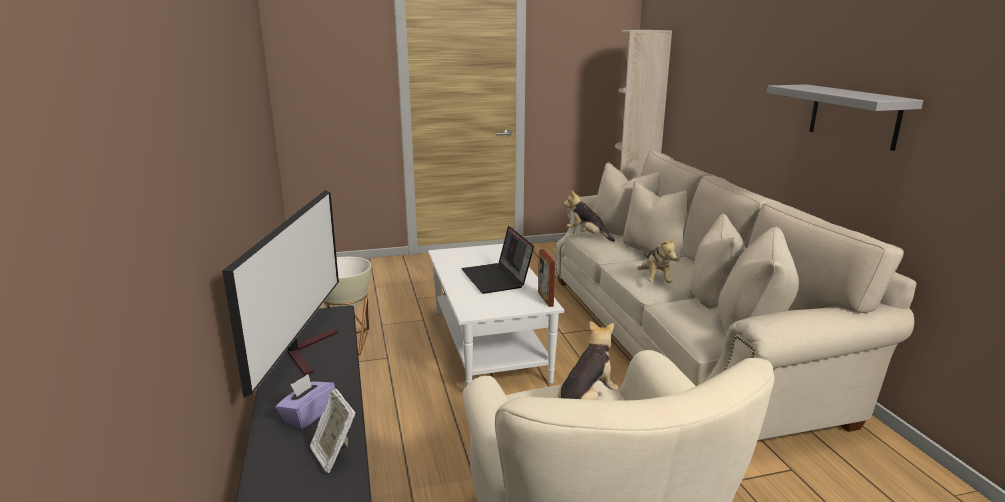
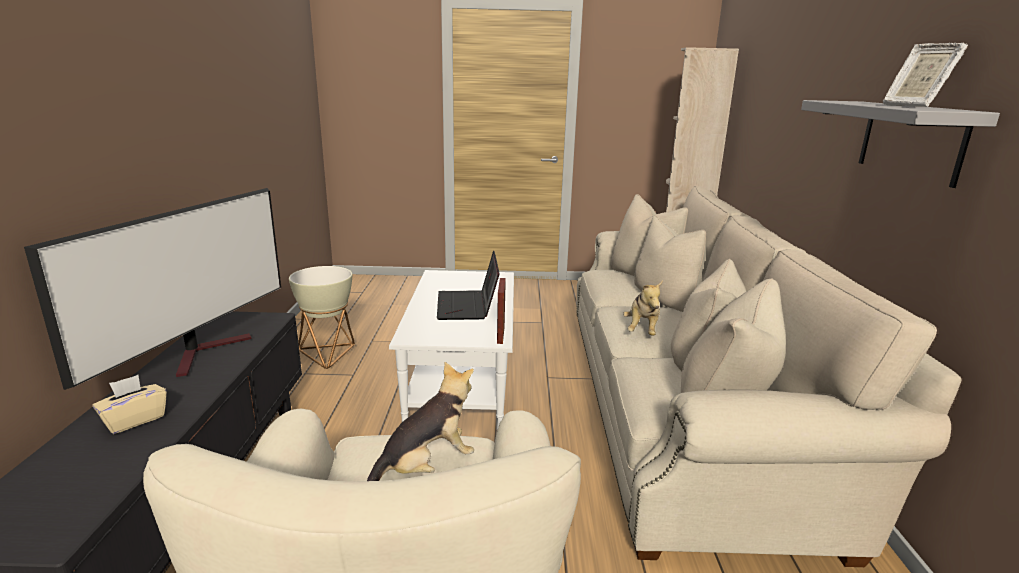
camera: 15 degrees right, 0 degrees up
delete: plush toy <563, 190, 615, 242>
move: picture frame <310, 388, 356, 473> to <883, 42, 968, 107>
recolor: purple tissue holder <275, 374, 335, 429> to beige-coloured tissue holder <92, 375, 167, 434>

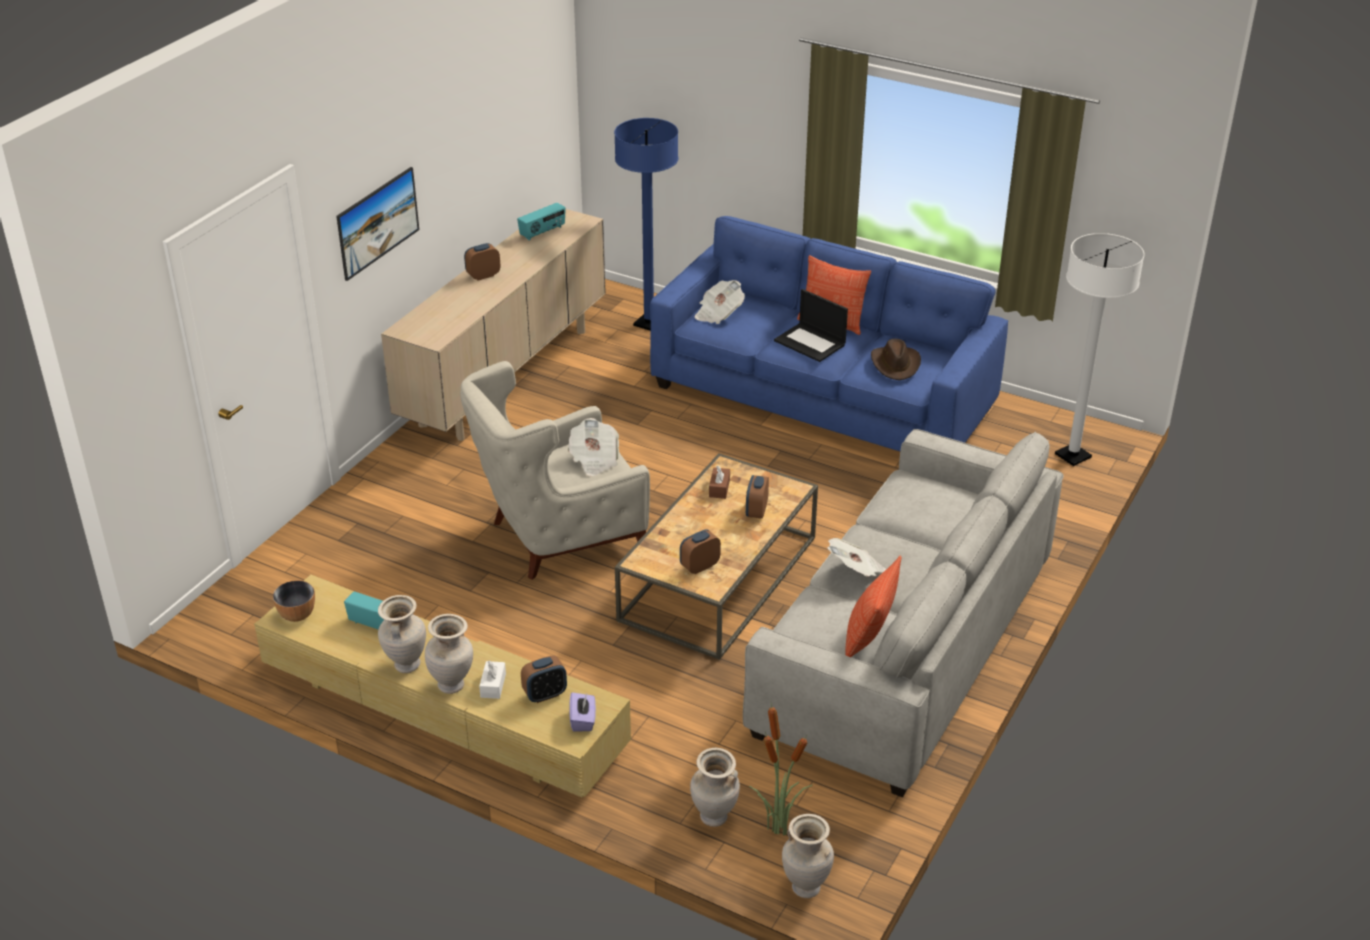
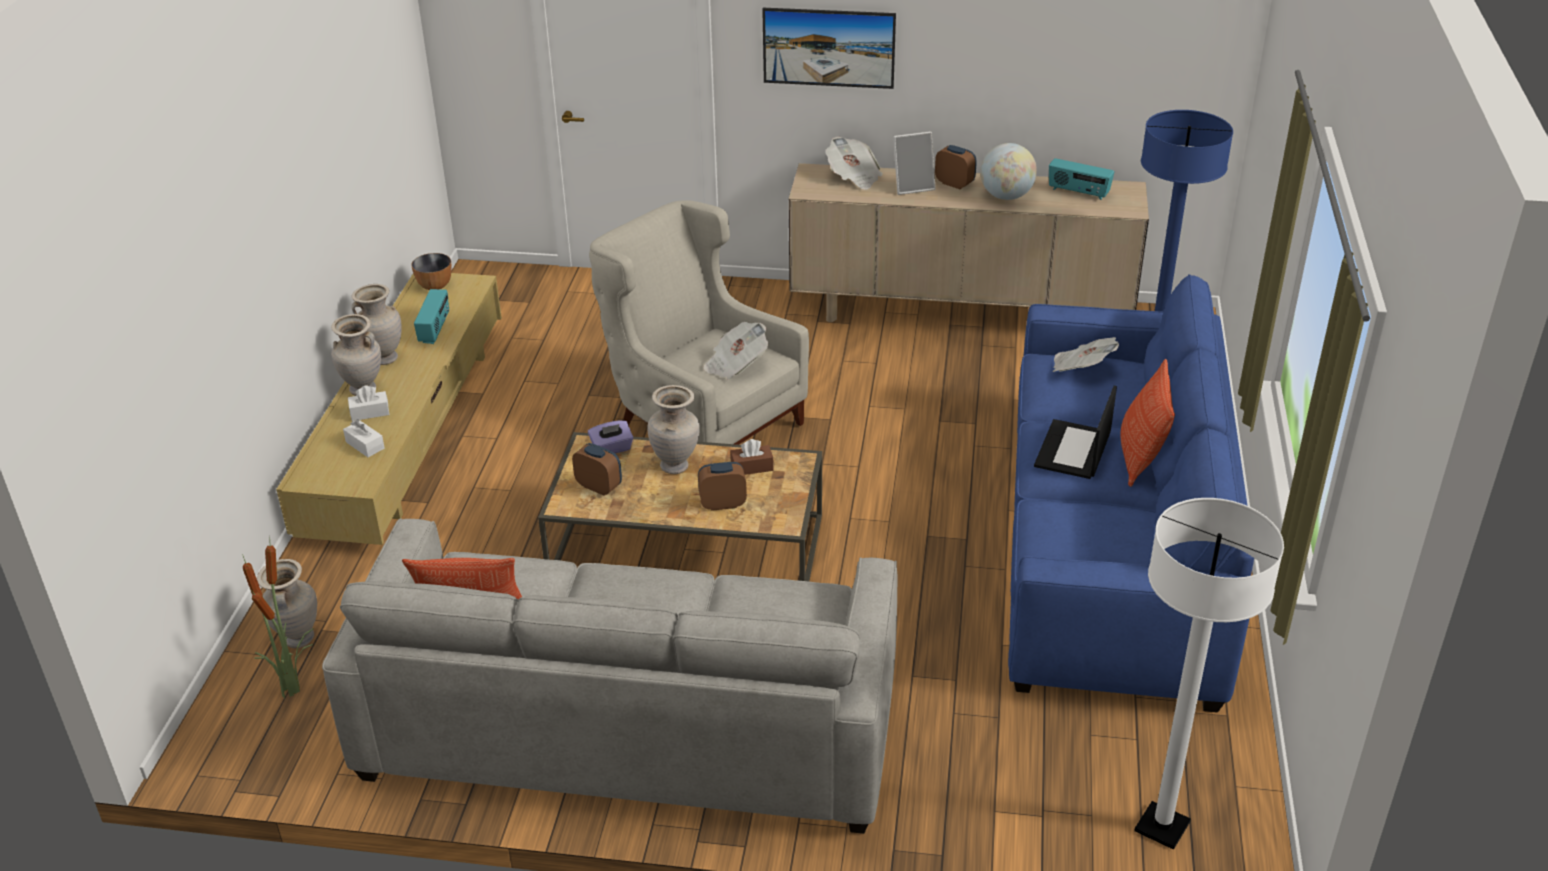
camera: 70 degrees right, 0 degrees up
delete: brownish clothing hat <871, 339, 921, 380>
insert: picture frame <893, 131, 936, 195>; world globe <980, 143, 1037, 200>
move: purple tissue holder <569, 692, 596, 732> to <588, 420, 634, 453>; beige-coloured vase <782, 814, 834, 898> to <647, 385, 700, 474>; newspaper <827, 538, 886, 576> to <825, 137, 883, 190>
replace: table clock <521, 655, 567, 703> to white tissue holder <343, 419, 385, 457>

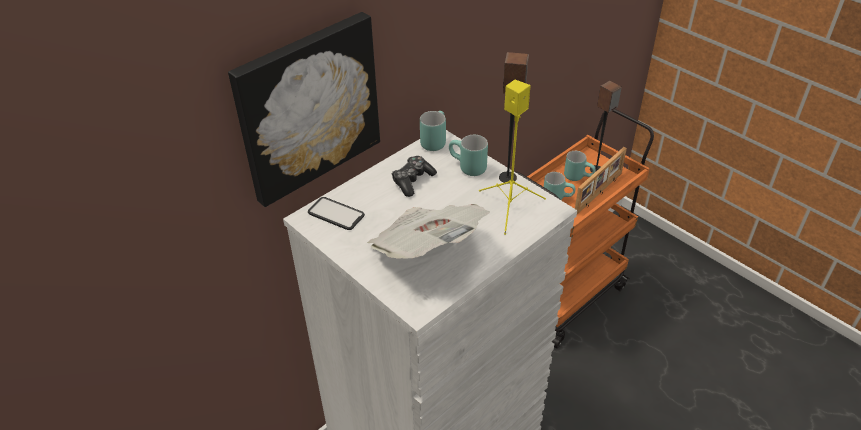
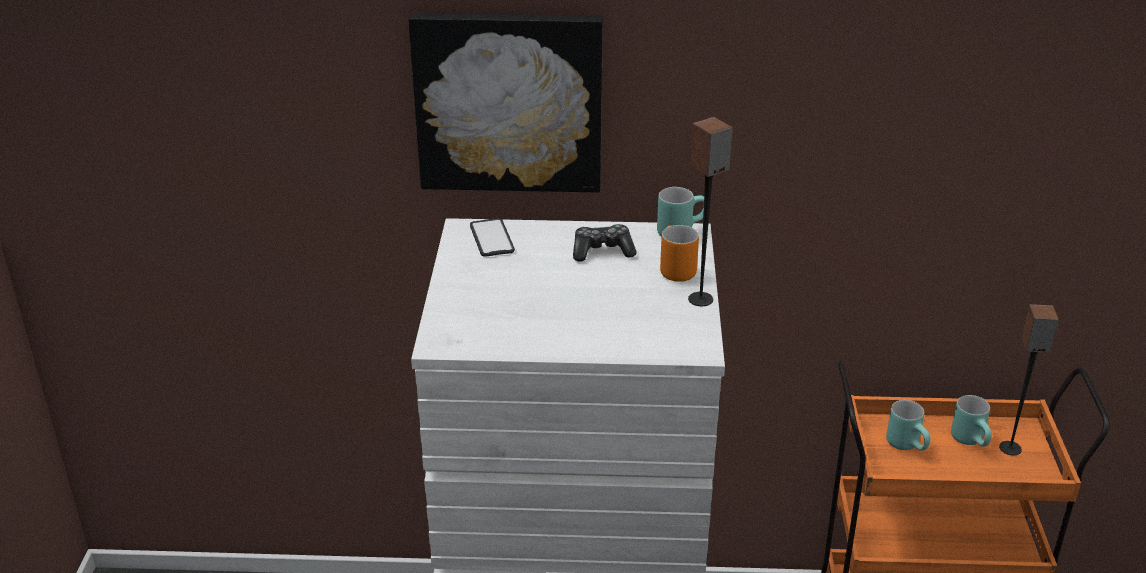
camera: 45 degrees right, 10 degrees down
delete: newspaper <367, 204, 490, 259>; yellow-coloured speaker <479, 80, 546, 235>; picture frame <575, 147, 627, 214>
recolor: blue-green tea mug <449, 135, 488, 176> to orange tea mug <660, 225, 699, 282>

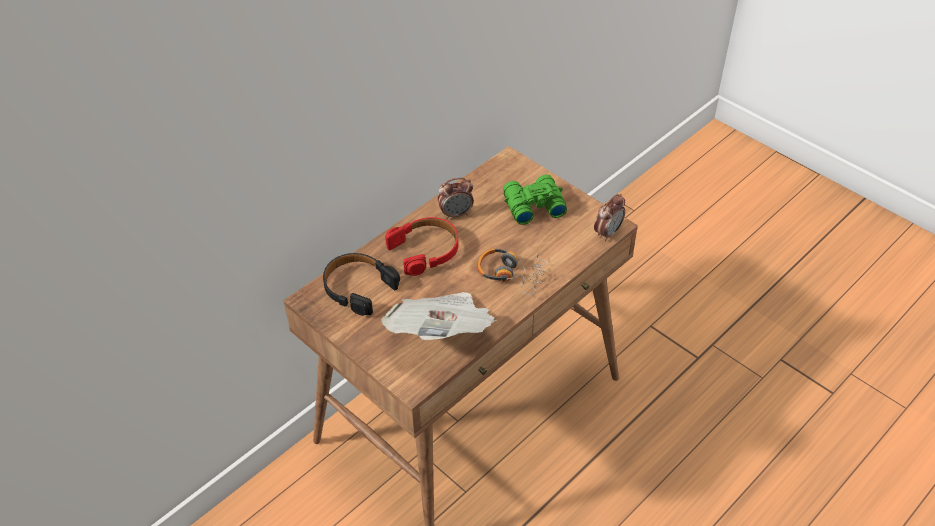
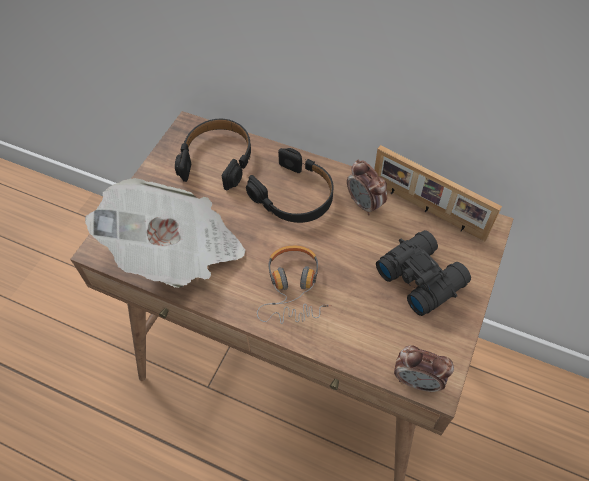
camera: 70 degrees right, 10 degrees up
insert: picture frame <374, 145, 502, 241>
recolor: reddish headphones <385, 217, 458, 276> to black-coloured headphones <246, 148, 333, 223>; greenish pair of binoculars <503, 174, 567, 225> to black-coloured pair of binoculars <376, 230, 471, 316>

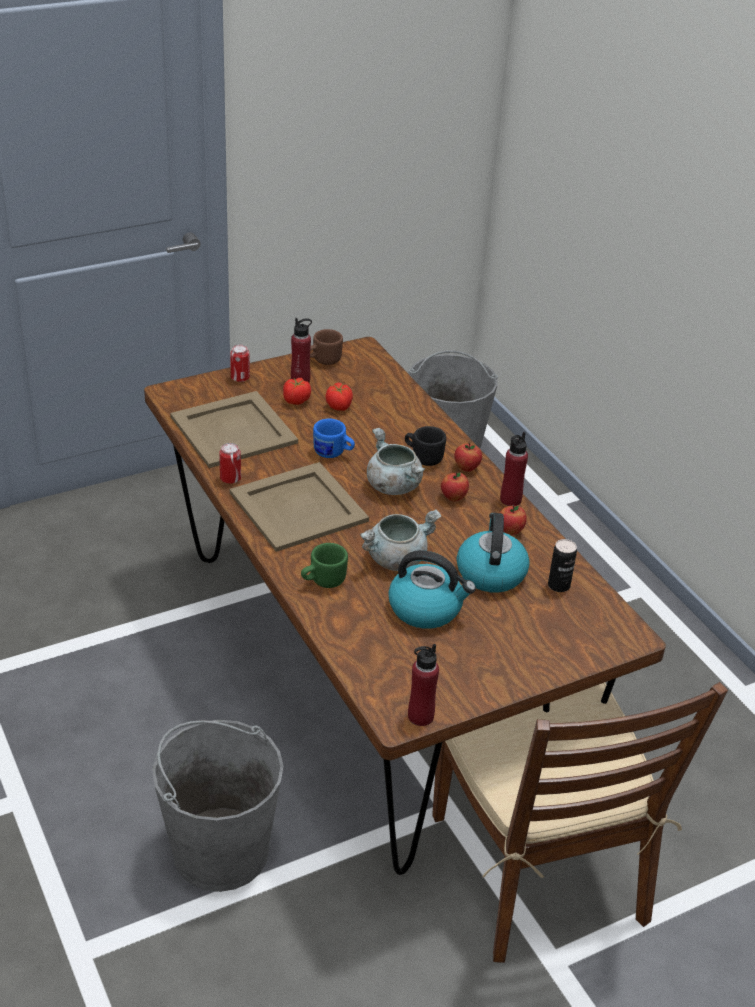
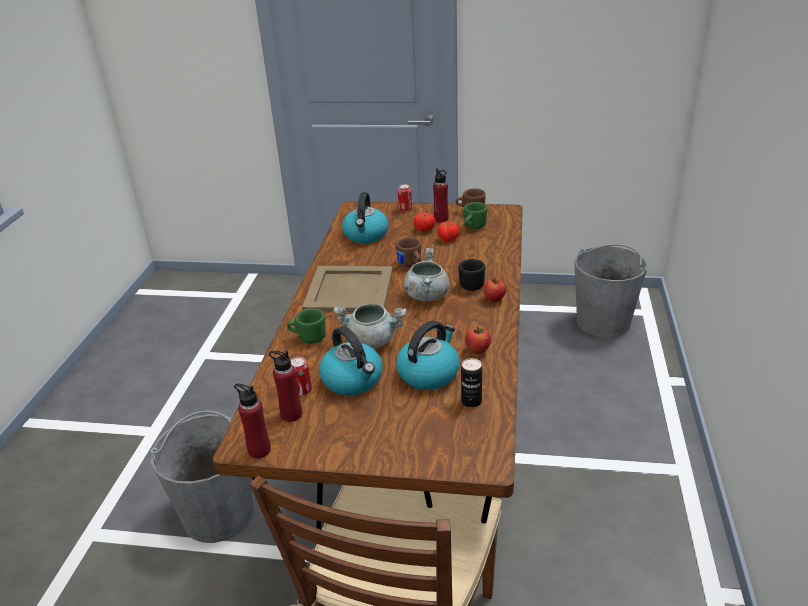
camera: 40 degrees right, 5 degrees down
delete: whole apple <441, 472, 469, 501>
insert: greenish tea mug <464, 202, 487, 229>
move: reddish beverage bottle <500, 432, 528, 506> to <269, 350, 302, 422>; metal can <220, 443, 241, 484> to <290, 357, 312, 395>
replace: beige-coloured serving tray <170, 391, 298, 468> to water kettle <342, 192, 389, 243>
recolor: bluish tea mug <313, 419, 355, 458> to brownish tea mug <396, 237, 421, 267>

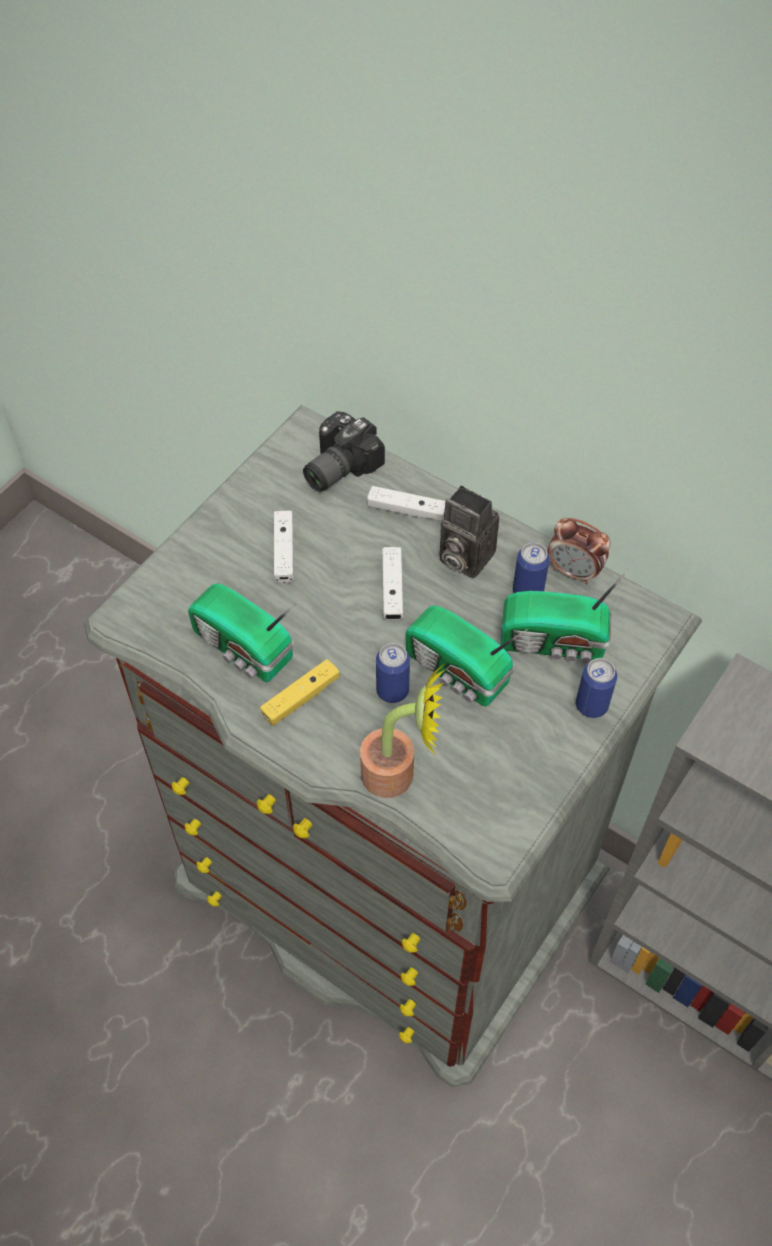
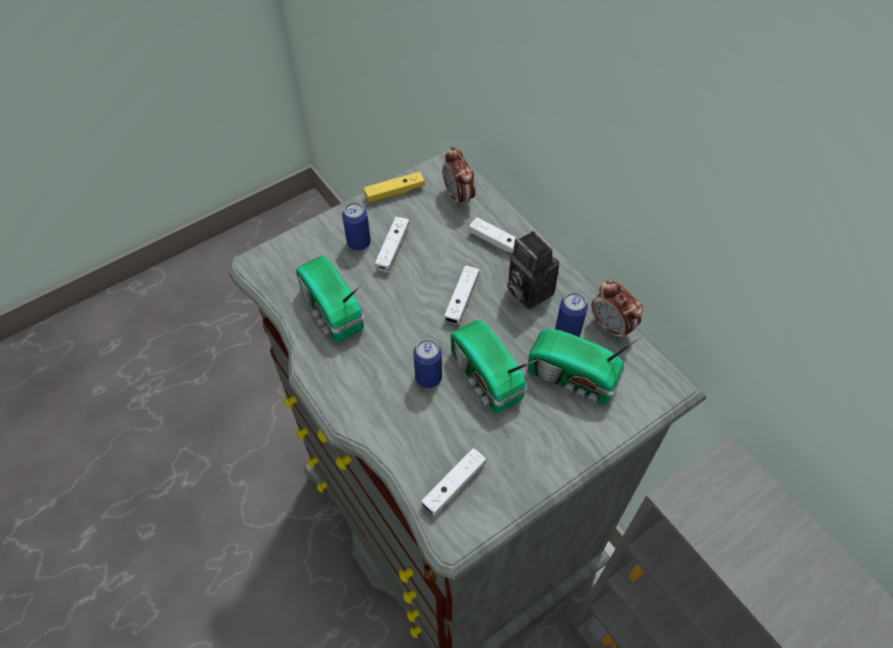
camera: 20 degrees right, 0 degrees up
delete: plant in a pot <360, 663, 446, 798>
insert: white gamepad <421, 448, 486, 516>
move: metal can <576, 658, 617, 718> to <342, 202, 371, 251>; yellow-coloured gamepad <260, 659, 340, 726> to <364, 172, 425, 203>
replace: still camera <303, 411, 385, 492> to table clock <442, 146, 476, 208>

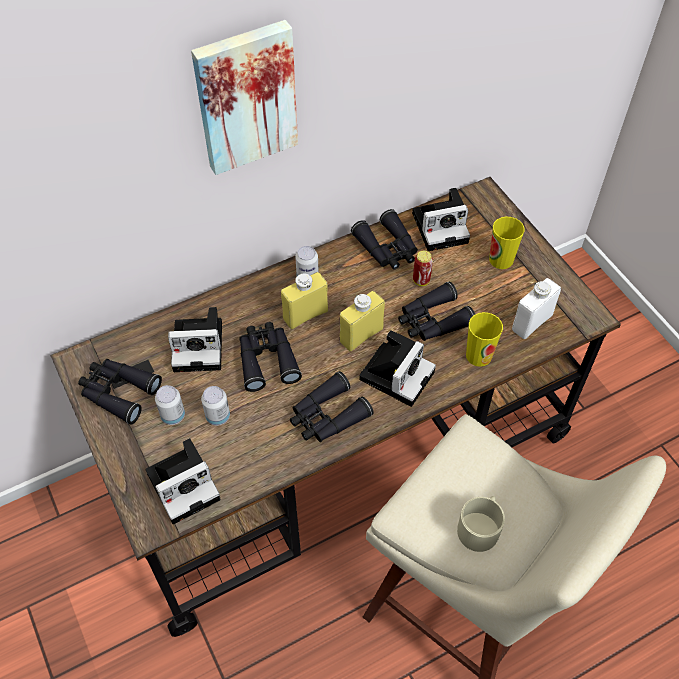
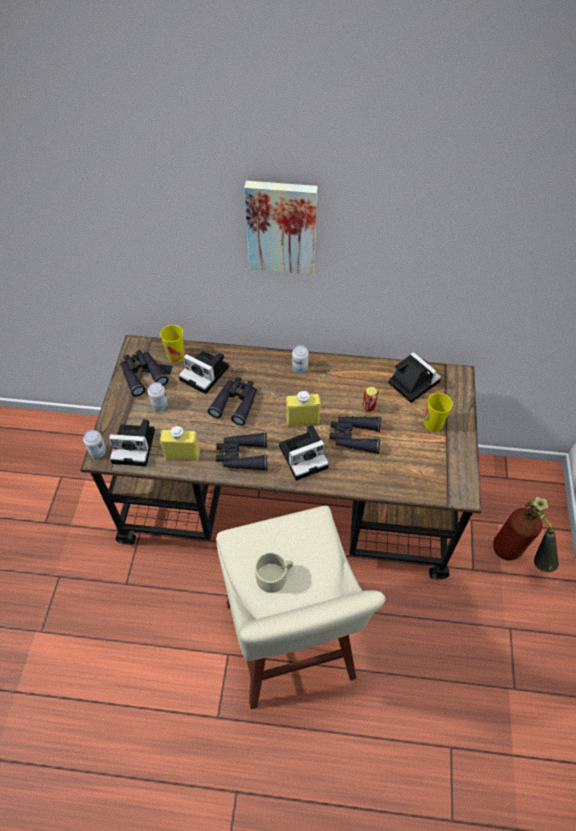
camera: 35 degrees right, 0 degrees up
delete: black-coloured pair of binoculars <351, 209, 418, 269>; white beverage bottle <512, 278, 561, 339>
insert: fire-fighting cylinder <493, 497, 559, 572>
move: metal can <201, 386, 230, 426> to <83, 430, 106, 458>; drinking cup <466, 312, 503, 367> to <160, 325, 185, 363>; yellow-coloured beverage bottle <281, 272, 328, 329> to <160, 426, 200, 461>
rotate: still camera <412, 188, 470, 251> = <388, 352, 441, 403> 150 degrees counterclockwise

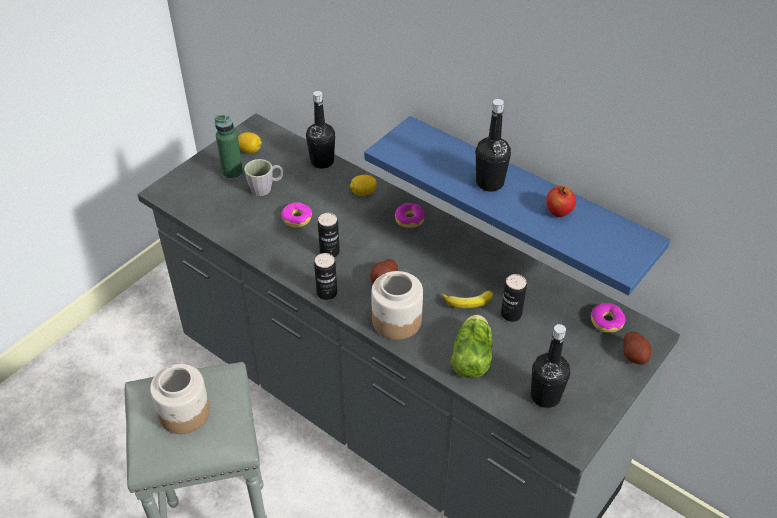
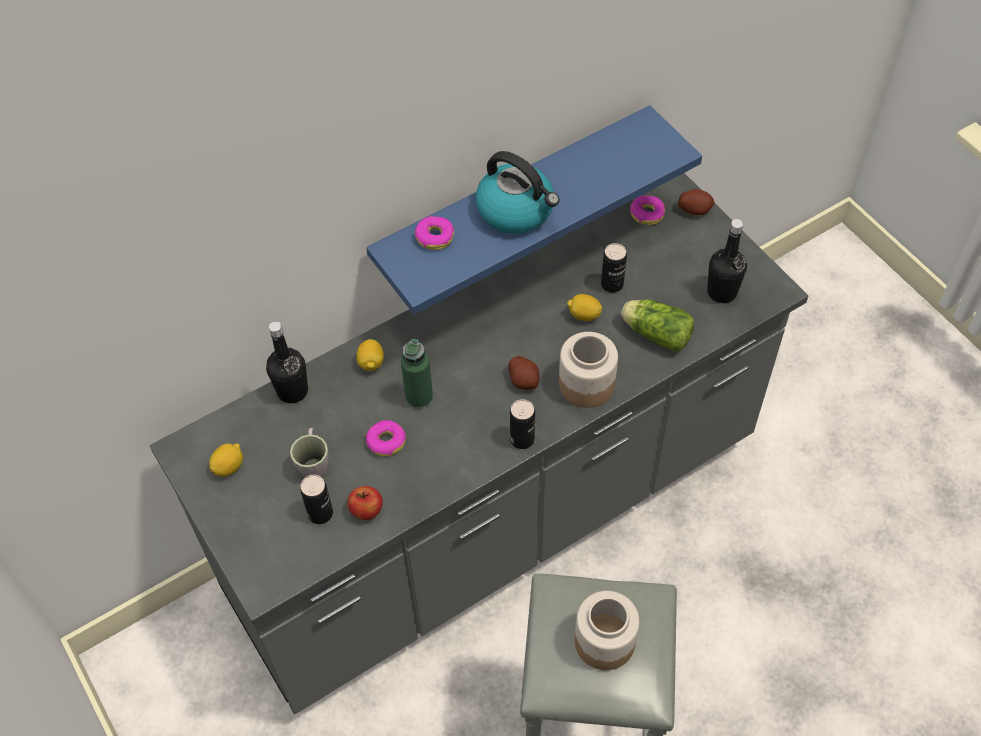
camera: 70 degrees left, 10 degrees up
move: metal can <318, 213, 340, 258> to <300, 475, 333, 524>; whole apple <546, 186, 576, 217> to <347, 486, 383, 520>; greenish beverage bottle <215, 115, 243, 180> to <401, 339, 433, 409>; ring doughnut <395, 203, 425, 228> to <415, 216, 454, 250>
replace: black-coloured beverage bottle <476, 99, 511, 192> to water kettle <476, 151, 559, 234>; banana fruit <441, 290, 493, 308> to whole lemon <567, 294, 602, 321>

